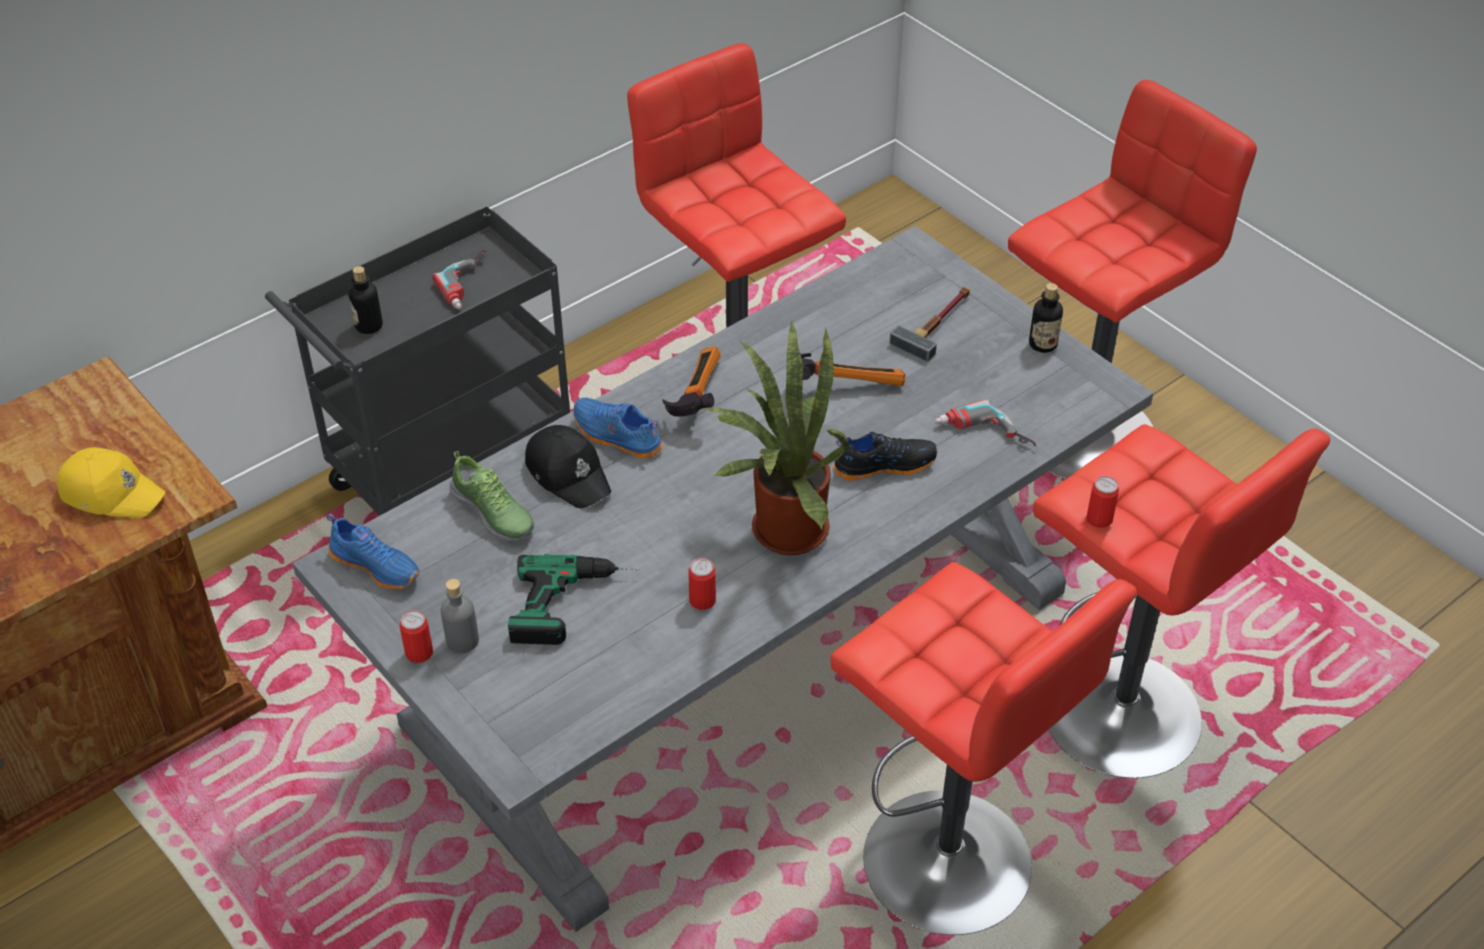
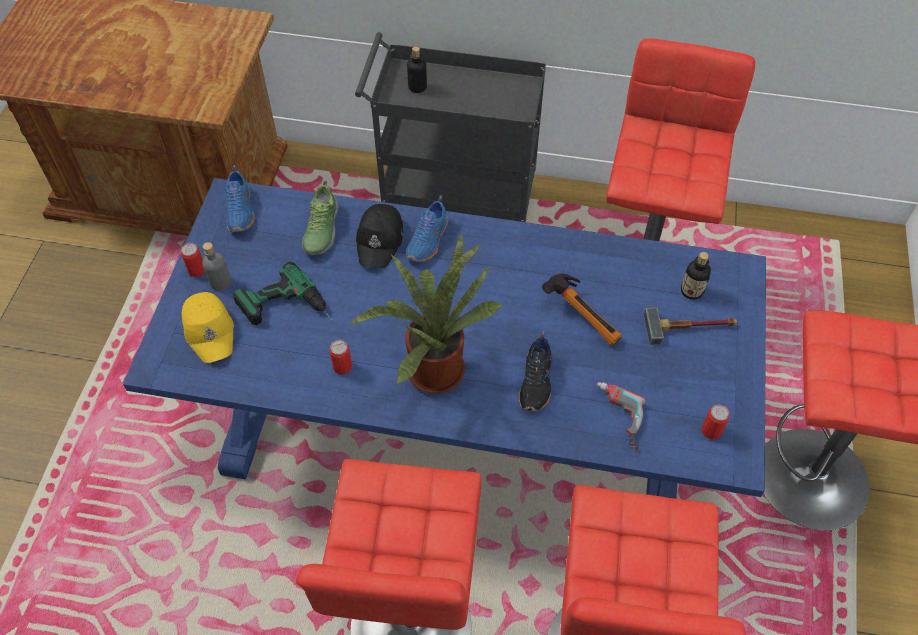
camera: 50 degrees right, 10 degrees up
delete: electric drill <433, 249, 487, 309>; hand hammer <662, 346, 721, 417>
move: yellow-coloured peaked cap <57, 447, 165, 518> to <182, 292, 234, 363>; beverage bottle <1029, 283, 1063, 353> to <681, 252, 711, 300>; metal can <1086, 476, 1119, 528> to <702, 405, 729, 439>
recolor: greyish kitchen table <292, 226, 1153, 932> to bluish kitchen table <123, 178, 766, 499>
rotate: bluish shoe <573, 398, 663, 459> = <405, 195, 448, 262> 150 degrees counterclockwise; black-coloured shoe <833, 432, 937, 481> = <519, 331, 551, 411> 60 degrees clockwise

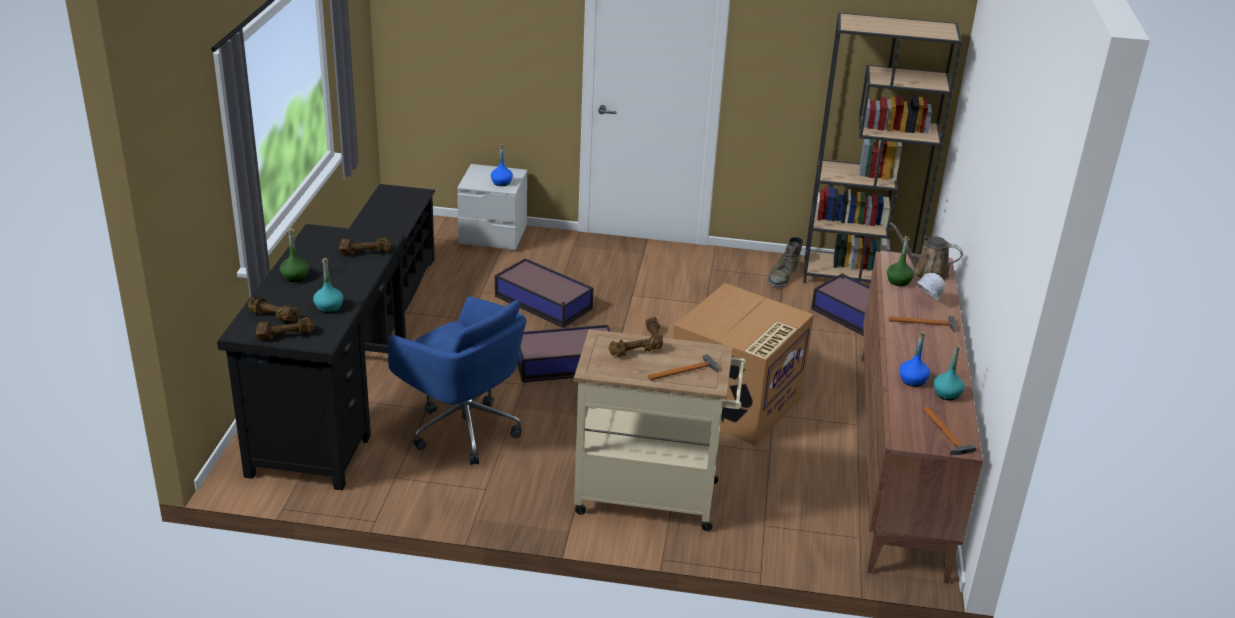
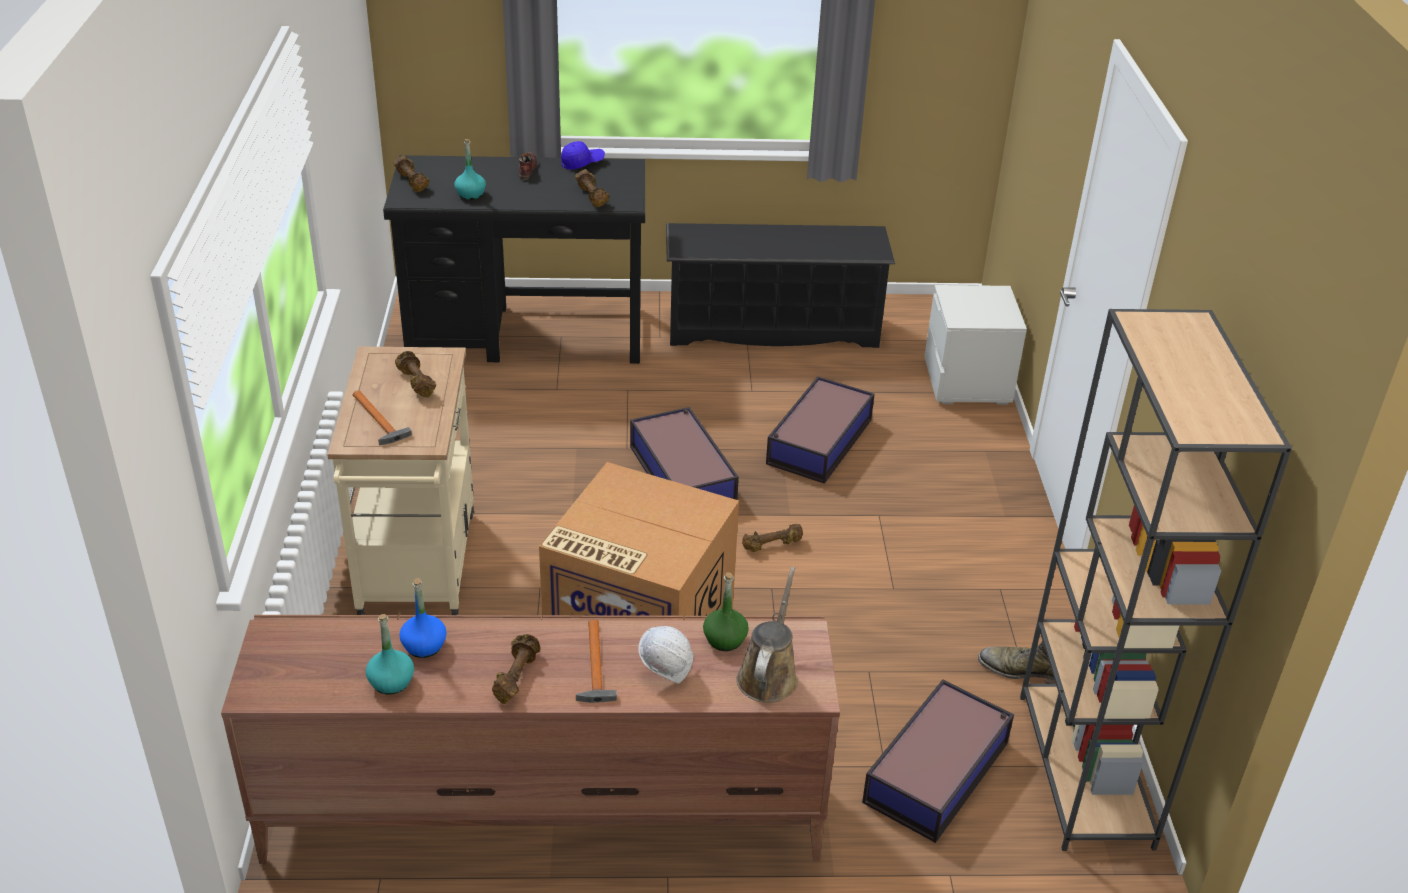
camera: 80 degrees right, 5 degrees up
delete: bluish desk chair <388, 297, 526, 465>; bluish beverage bottle <491, 144, 513, 186>; hand hammer <923, 406, 976, 455>
insert: bluish peaked cap <561, 141, 605, 170>
move: brownish hand weight <248, 297, 299, 322> to <492, 634, 541, 704>
replace: greenish beverage bottle <280, 228, 309, 282> to brownish shoe <519, 152, 537, 180>

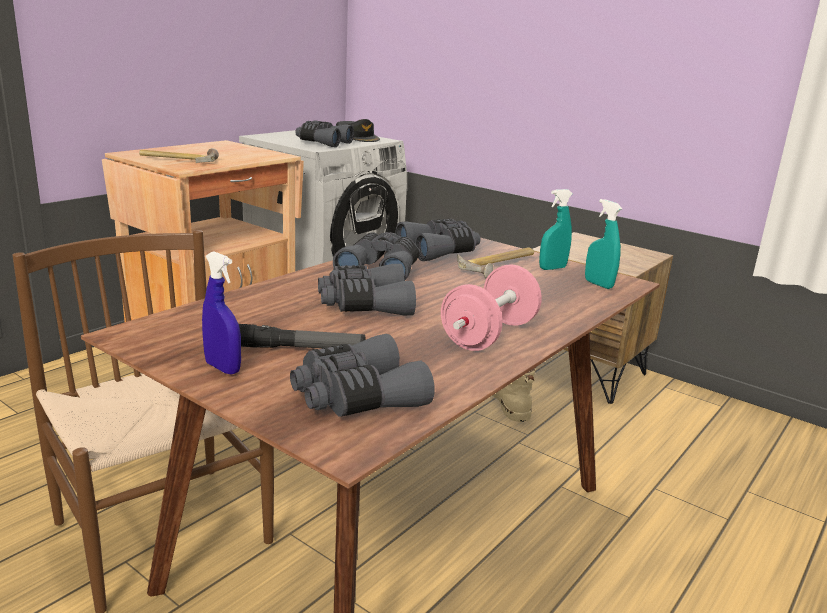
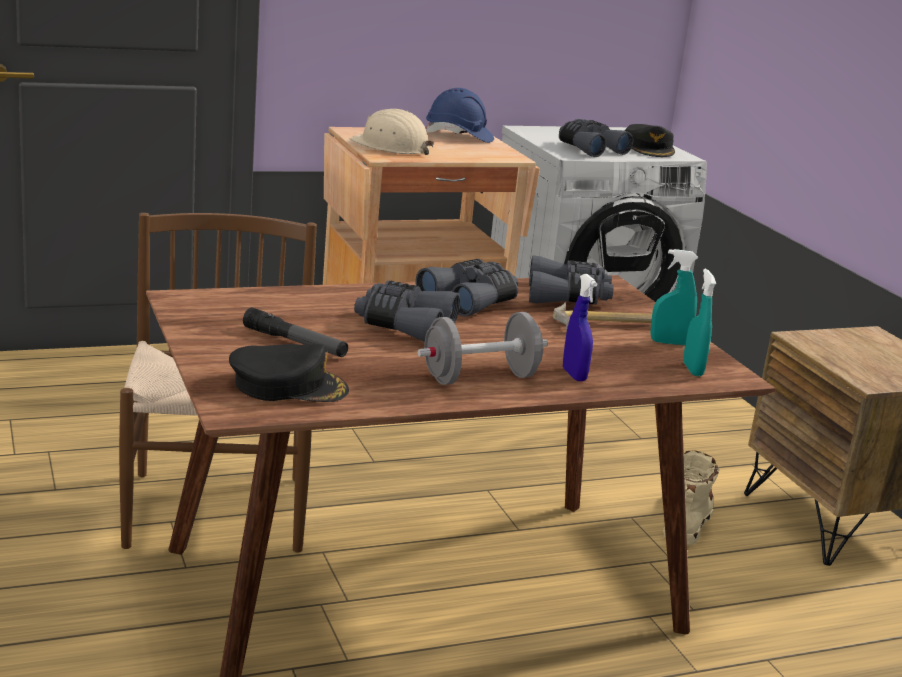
camera: 30 degrees right, 0 degrees up
insert: bluish safety helmet <426, 88, 494, 143>
move: bluish spray bottle <202, 252, 241, 375> to <563, 274, 597, 381>
replace: greyish pair of binoculars <290, 334, 435, 417> to black-coloured peaked cap <229, 344, 349, 402>; hand hammer <139, 148, 219, 163> to beige-coloured safety helmet <350, 109, 434, 155>
recolor: pink-coloured hand weight <441, 264, 542, 351> to greyish hand weight <418, 312, 548, 385>

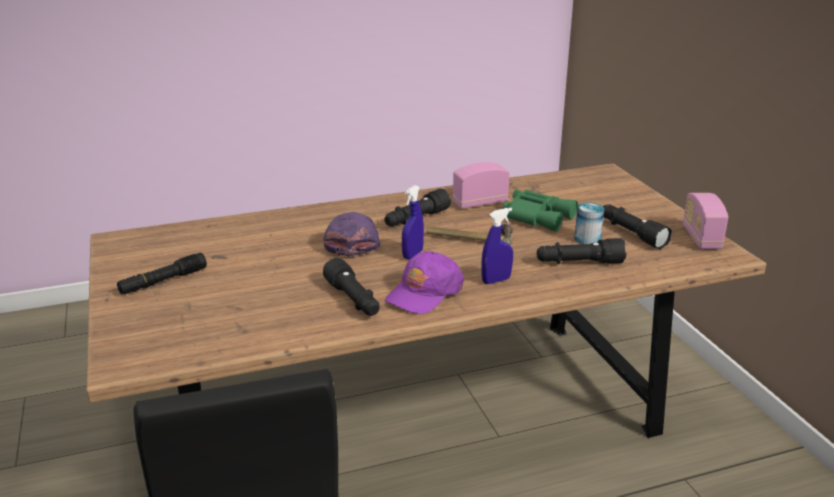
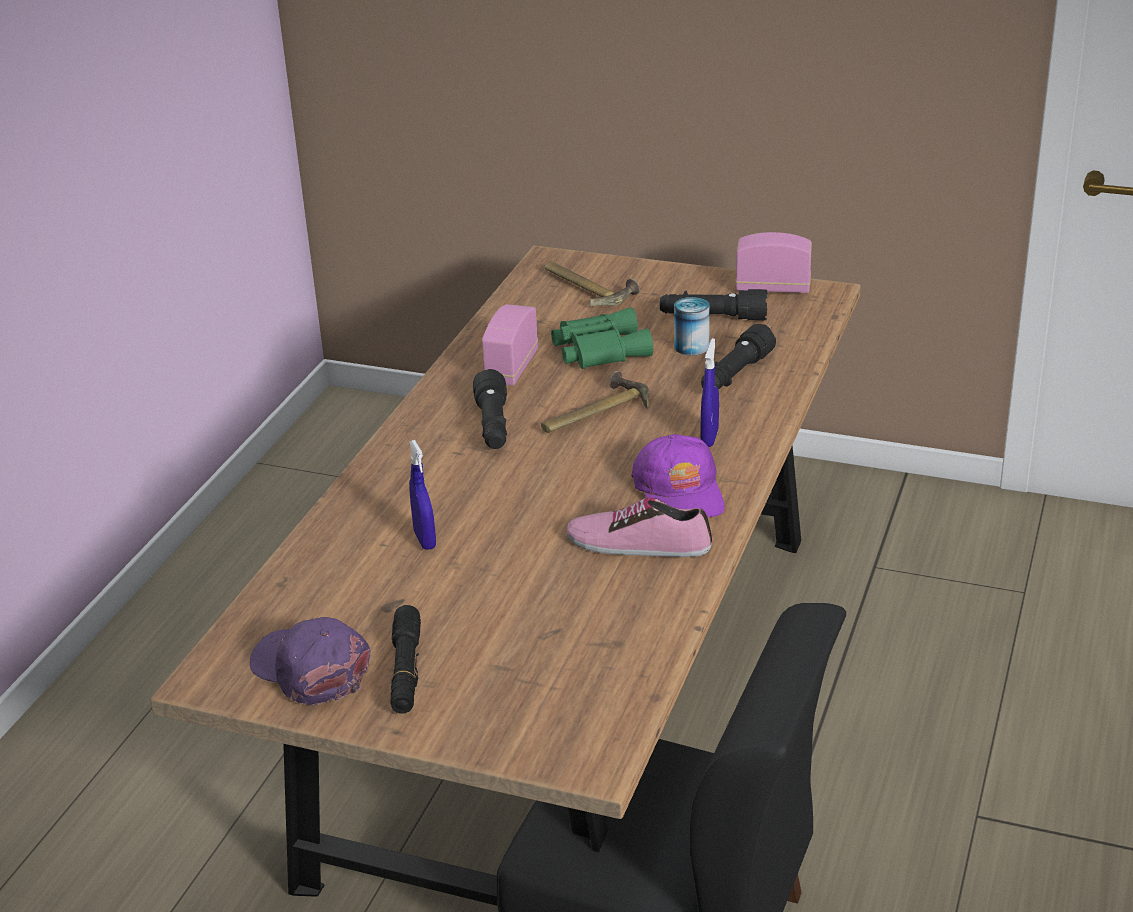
camera: 50 degrees left, 5 degrees up
insert: hand hammer <545, 262, 640, 307>
move: purple peaked cap <323, 212, 380, 257> to <250, 617, 370, 705>; bluish spray bottle <402, 185, 424, 259> to <409, 440, 436, 550>
replace: black-coloured hand torch <323, 258, 380, 316> to shoe <567, 497, 712, 557>
rotate: radio <683, 193, 728, 249> = <736, 232, 812, 293> 150 degrees clockwise

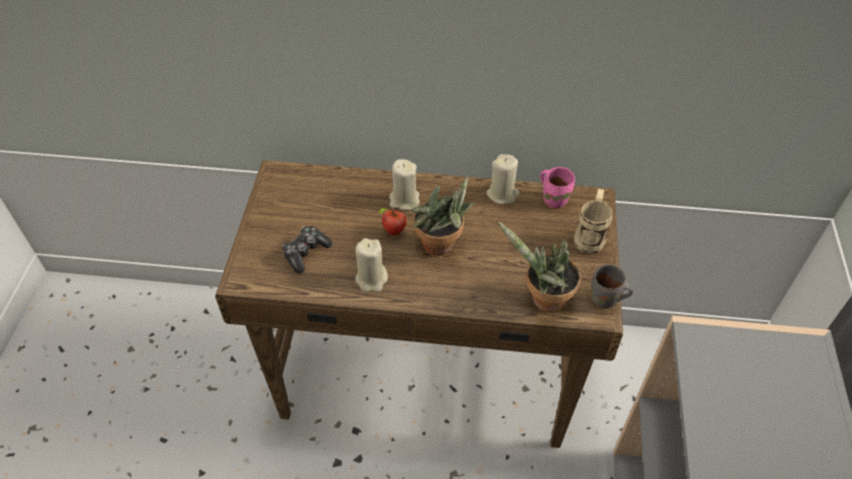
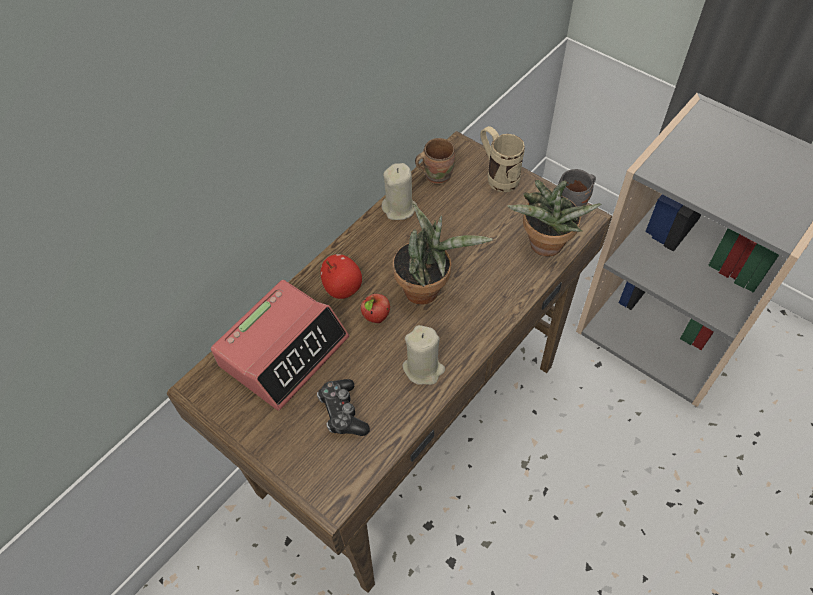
camera: 55 degrees left, 5 degrees up
insert: table clock <211, 280, 349, 411>
replace: beige-coloured wax light <389, 159, 420, 211> to whole apple <321, 254, 362, 299>
recolor: pink-coloured tea mug <540, 167, 575, 208> to brownish tea mug <415, 138, 455, 185>

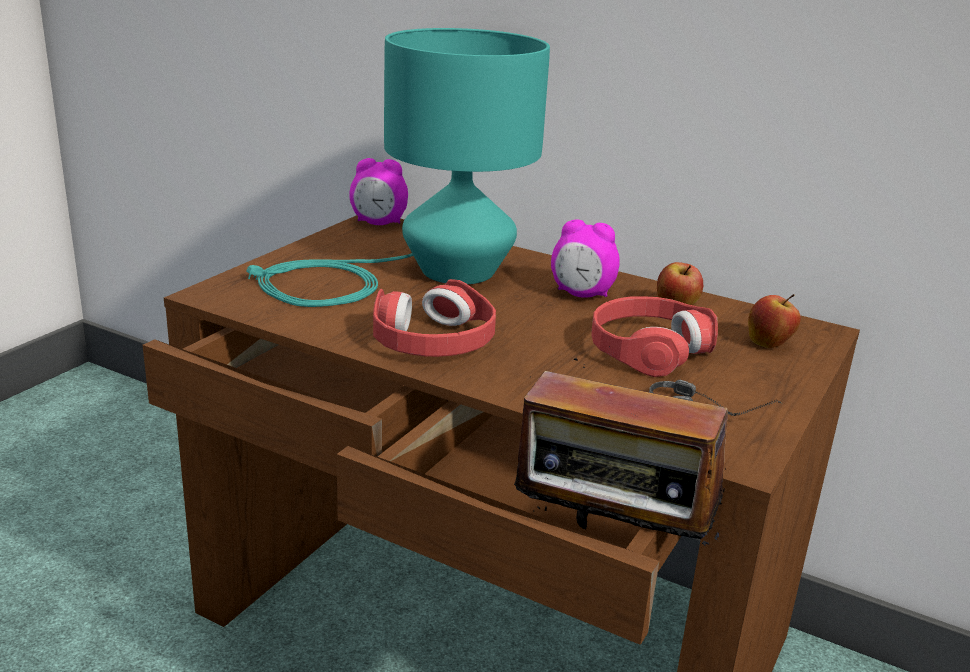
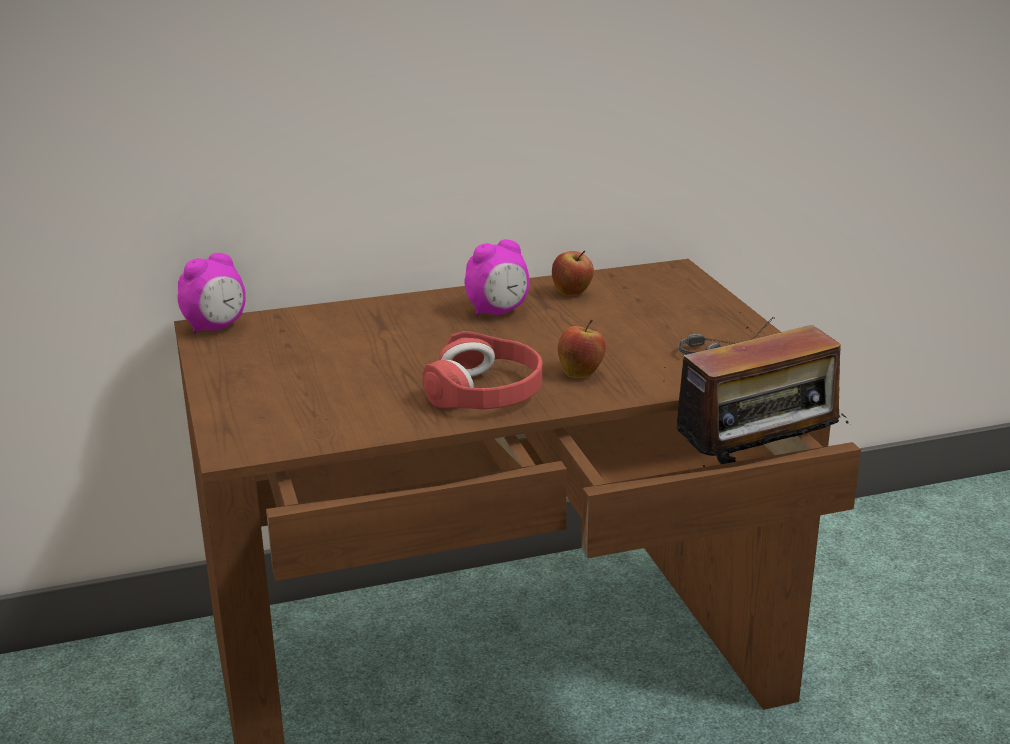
camera: 45 degrees left, 0 degrees up
delete: blue-green tabletop lamp <246, 28, 550, 307>; reddish headphones <591, 296, 718, 377>
move: whole apple <748, 294, 801, 348> to <558, 320, 605, 378>

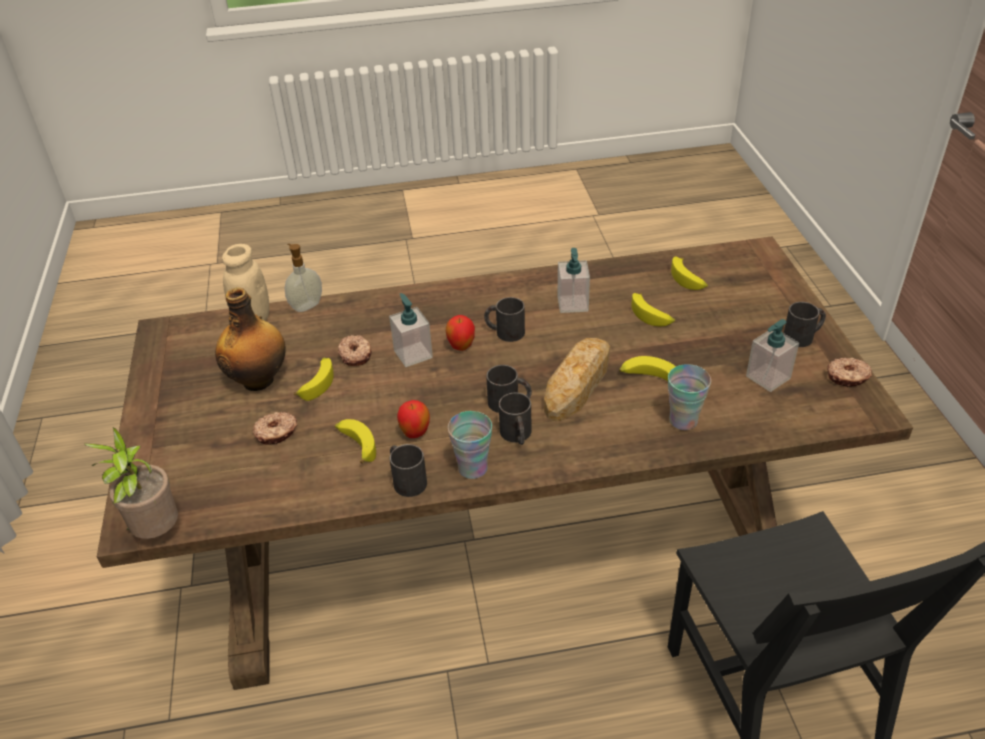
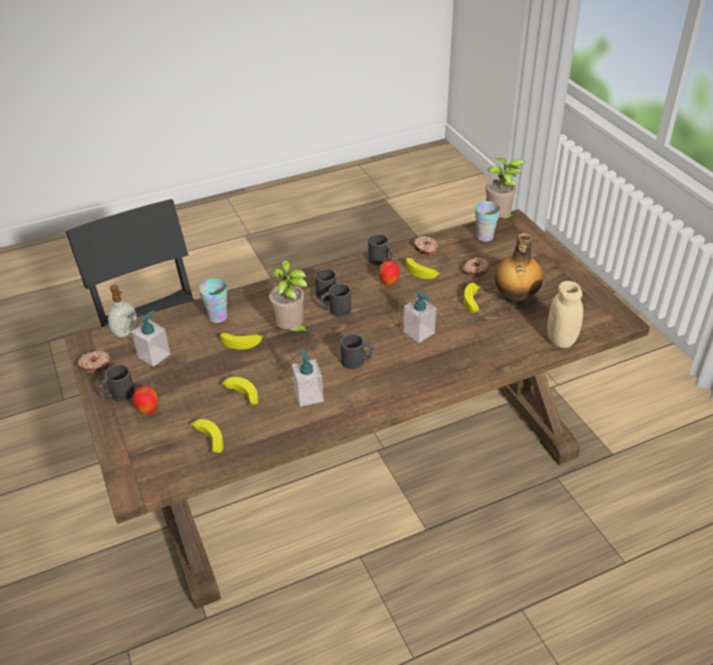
camera: 165 degrees right, 0 degrees up
move: liquid soap bottle <285, 244, 322, 312> to <108, 285, 137, 338>; whole apple <446, 315, 475, 351> to <133, 386, 158, 415>; ring doughnut <338, 335, 372, 366> to <414, 236, 438, 255>; drinking cup <448, 411, 492, 479> to <475, 201, 501, 242>
replace: bakery bread <544, 338, 610, 422> to plant in a pot <269, 260, 309, 335>

